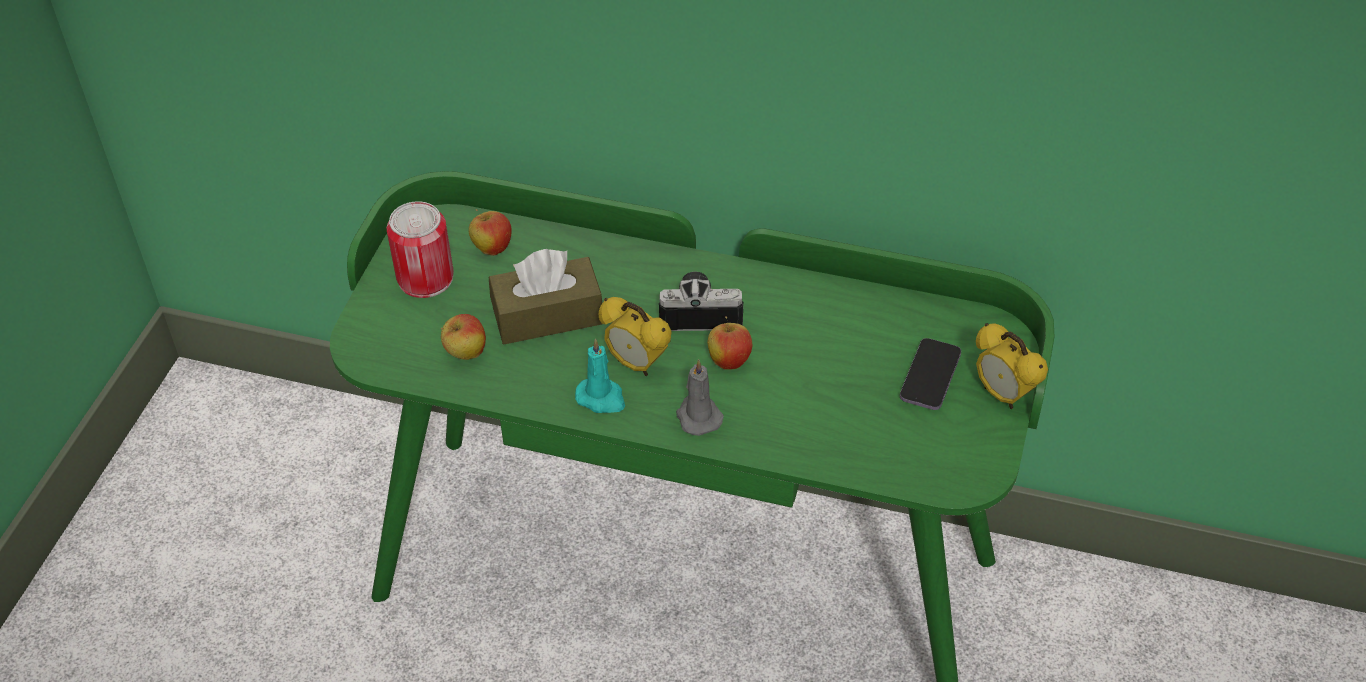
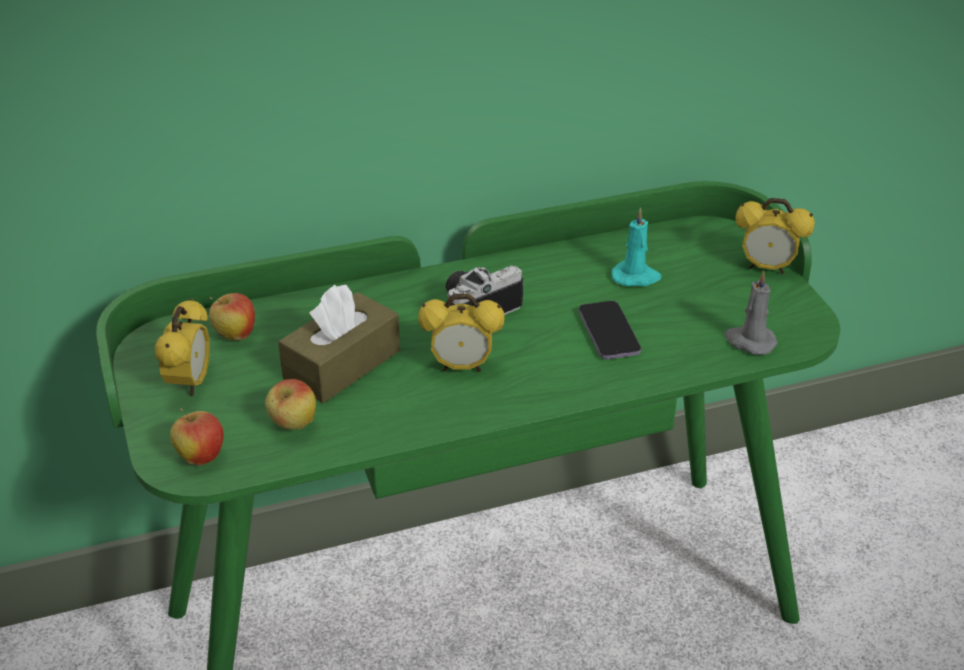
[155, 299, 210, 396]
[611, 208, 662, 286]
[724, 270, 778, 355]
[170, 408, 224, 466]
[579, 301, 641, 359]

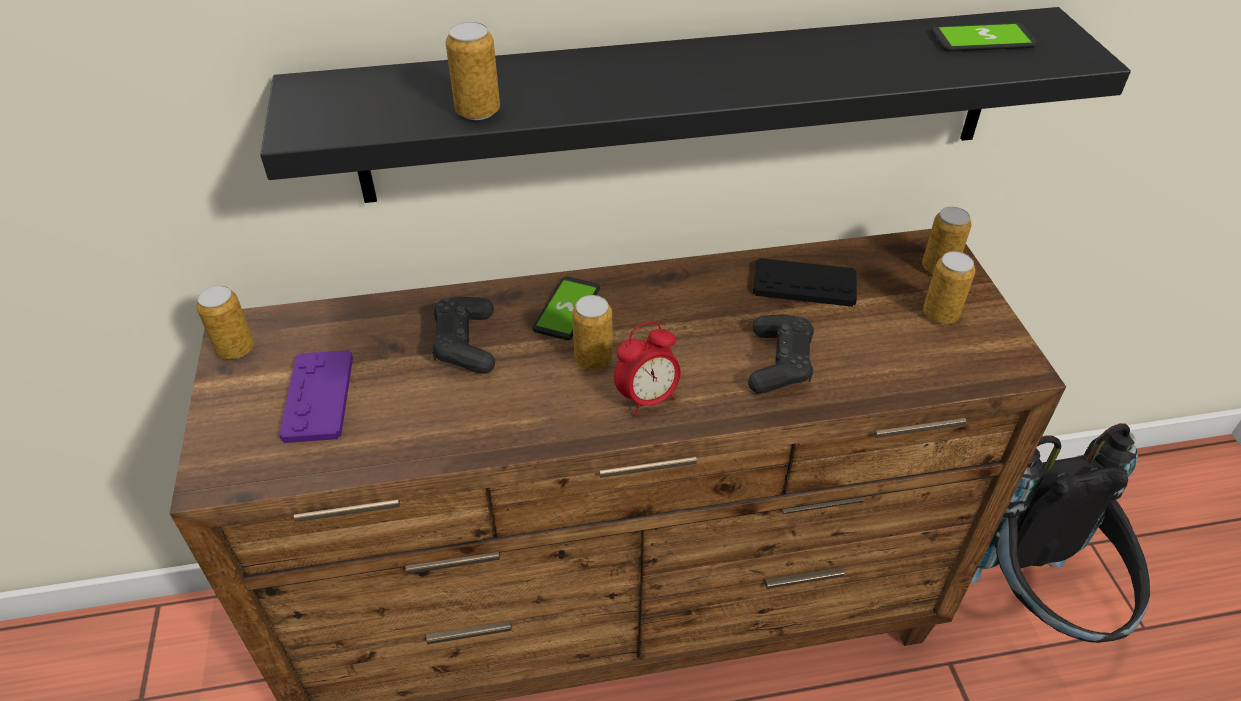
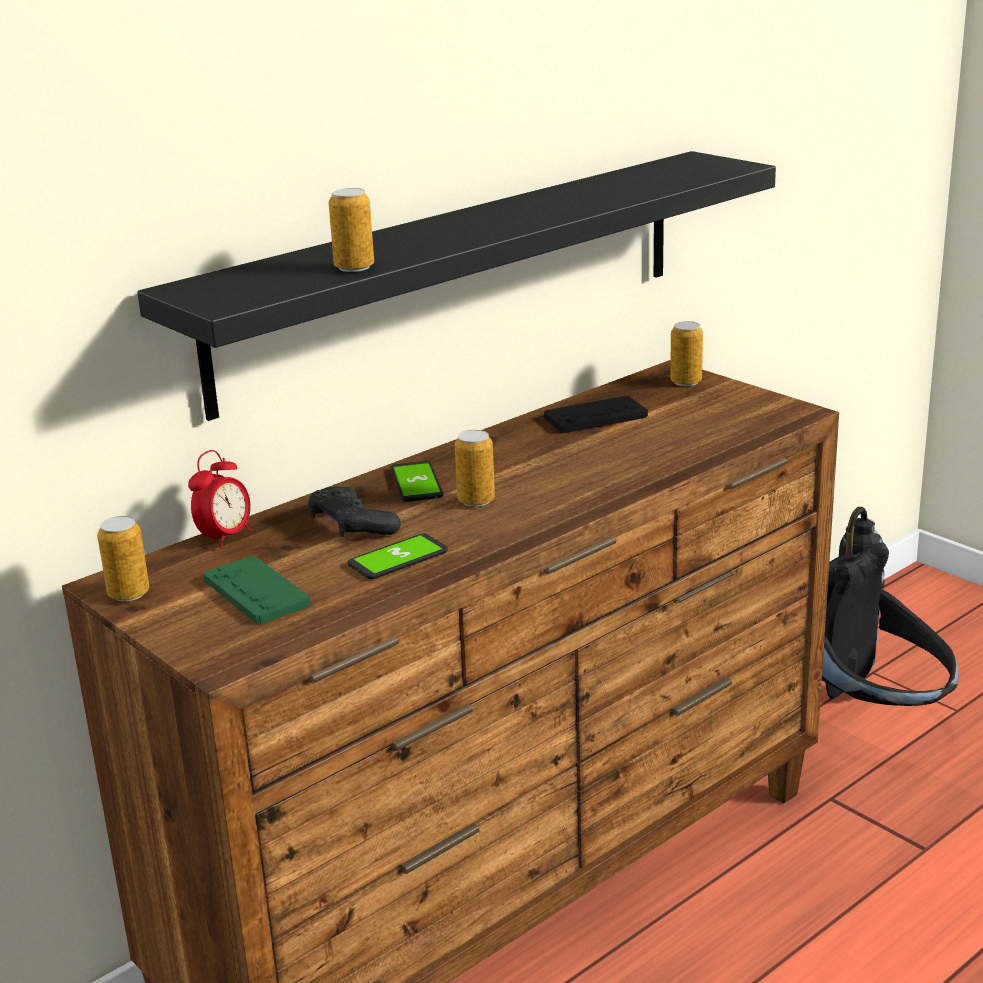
[203, 556, 311, 624]
[188, 450, 251, 549]
[748, 315, 814, 394] (first image)
[923, 251, 975, 324] (first image)
[347, 534, 448, 579]

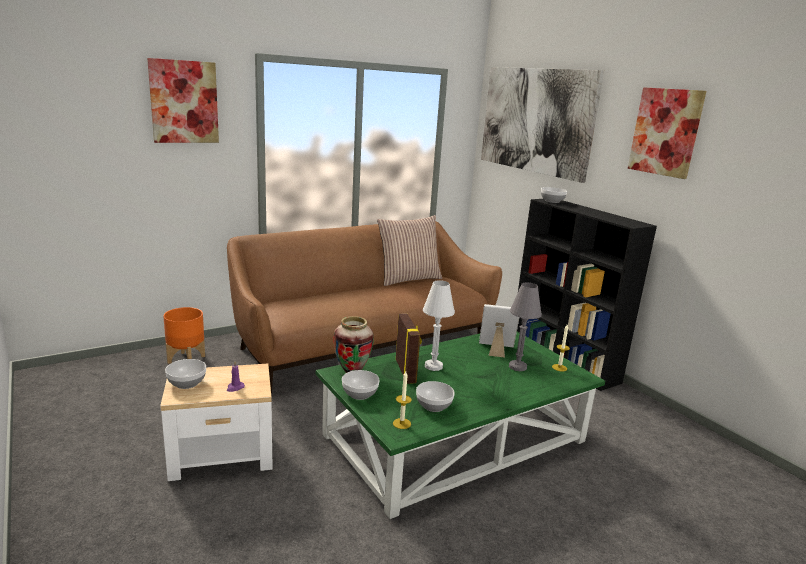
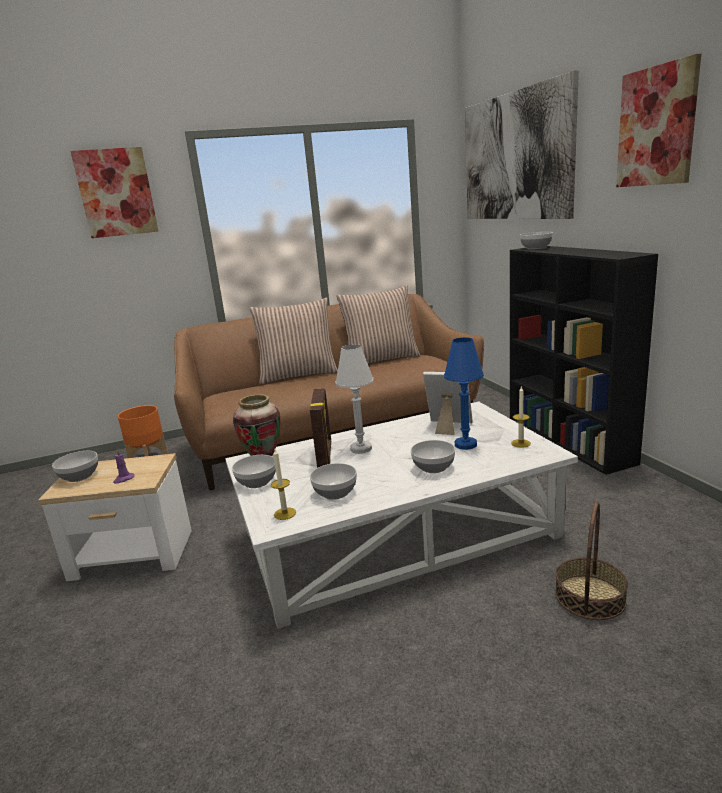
[225, 401, 578, 629]
[444, 337, 484, 450]
[249, 298, 338, 384]
[411, 440, 455, 473]
[555, 502, 628, 620]

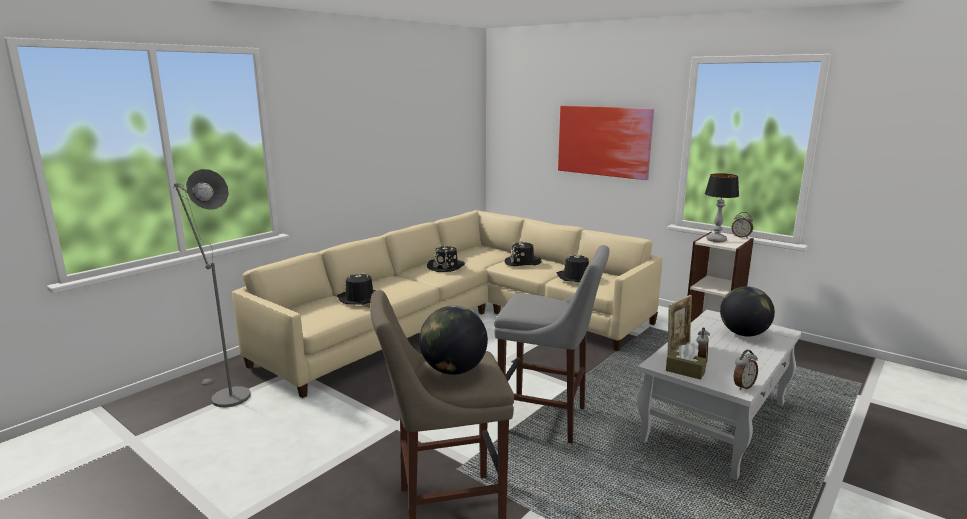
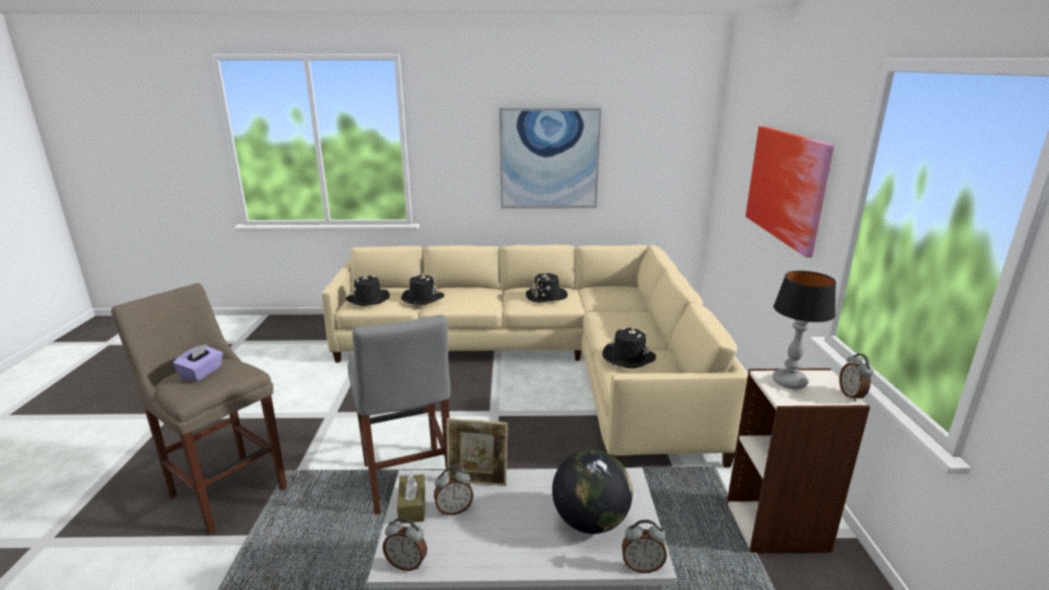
[174, 169, 251, 407] (first image)
[173, 343, 223, 382]
[346, 275, 390, 306]
[499, 108, 601, 208]
[622, 520, 667, 573]

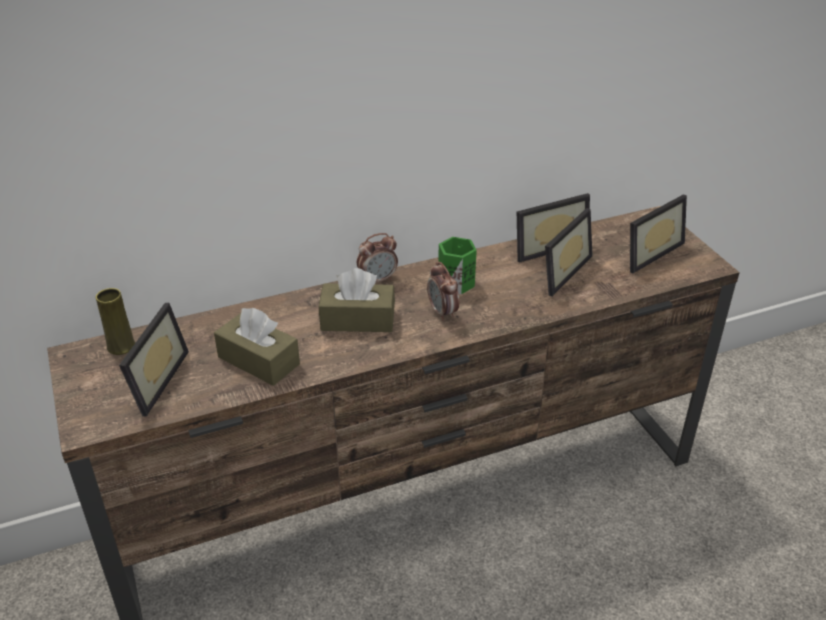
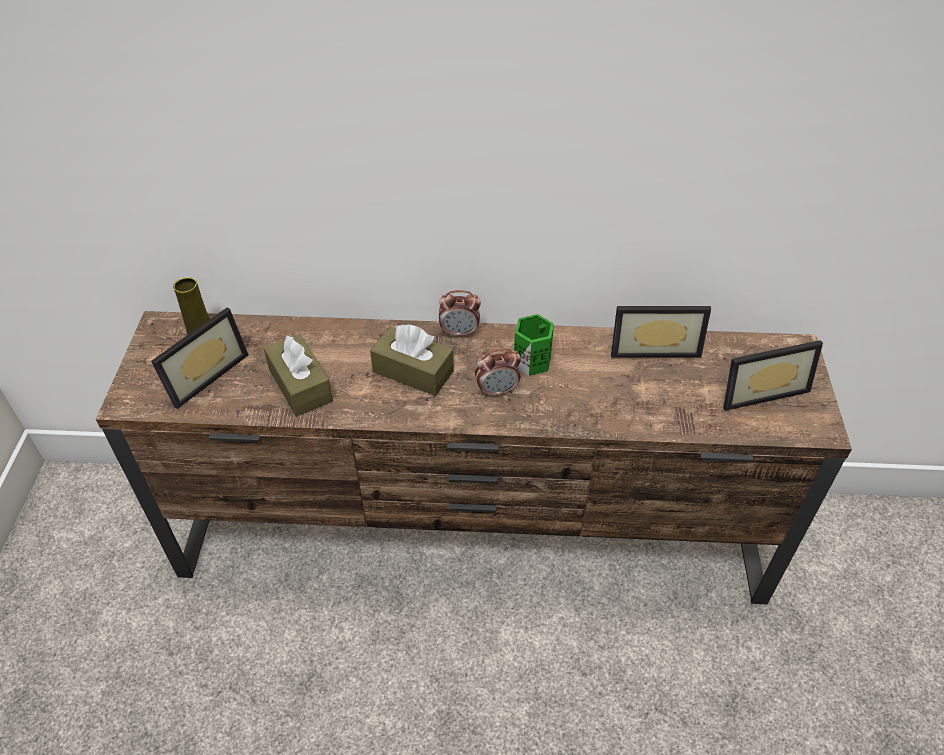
[475, 348, 521, 398]
[545, 208, 593, 296] (first image)

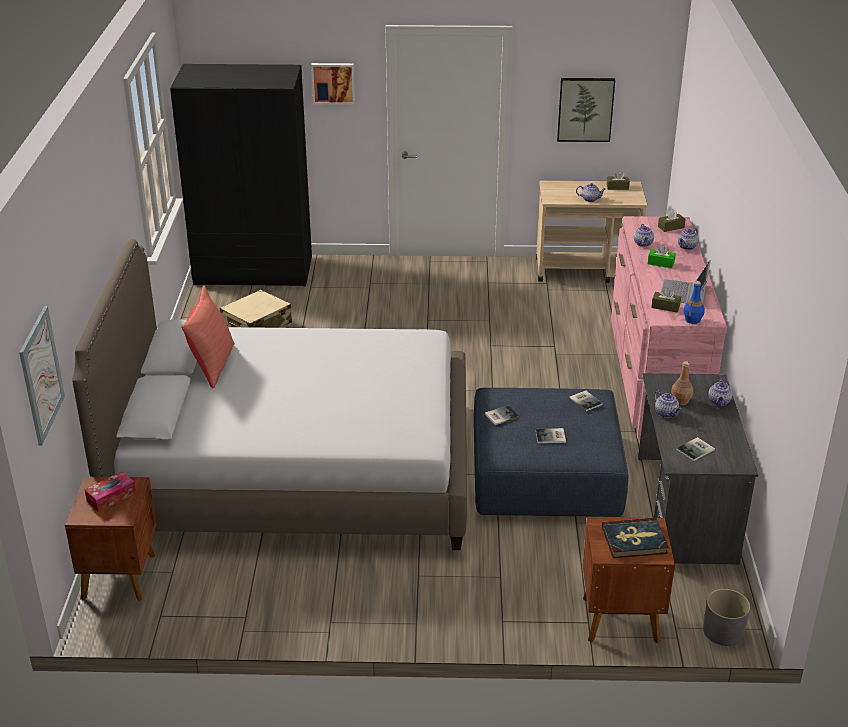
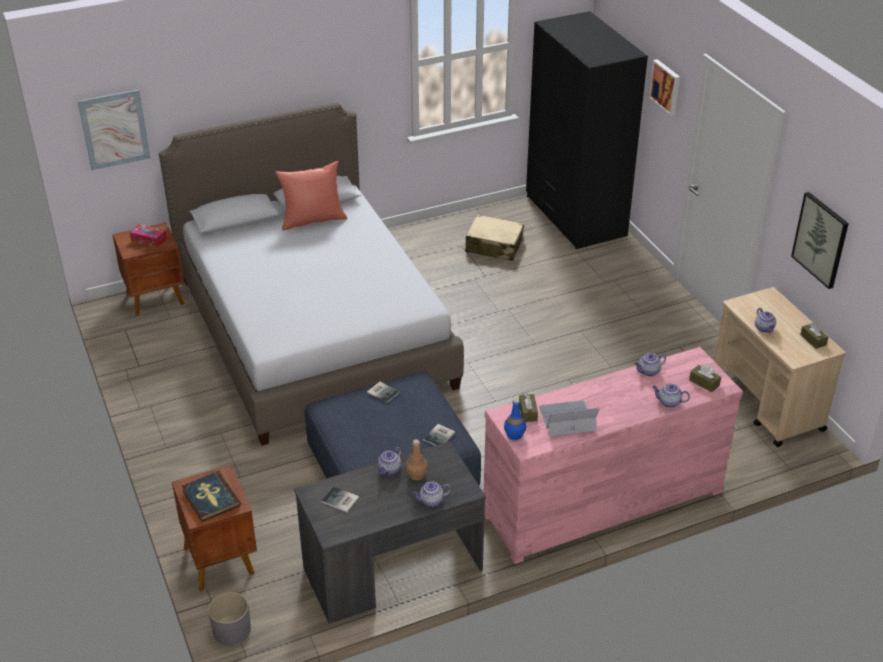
[536, 428, 566, 443] (first image)
[648, 245, 676, 268] (first image)

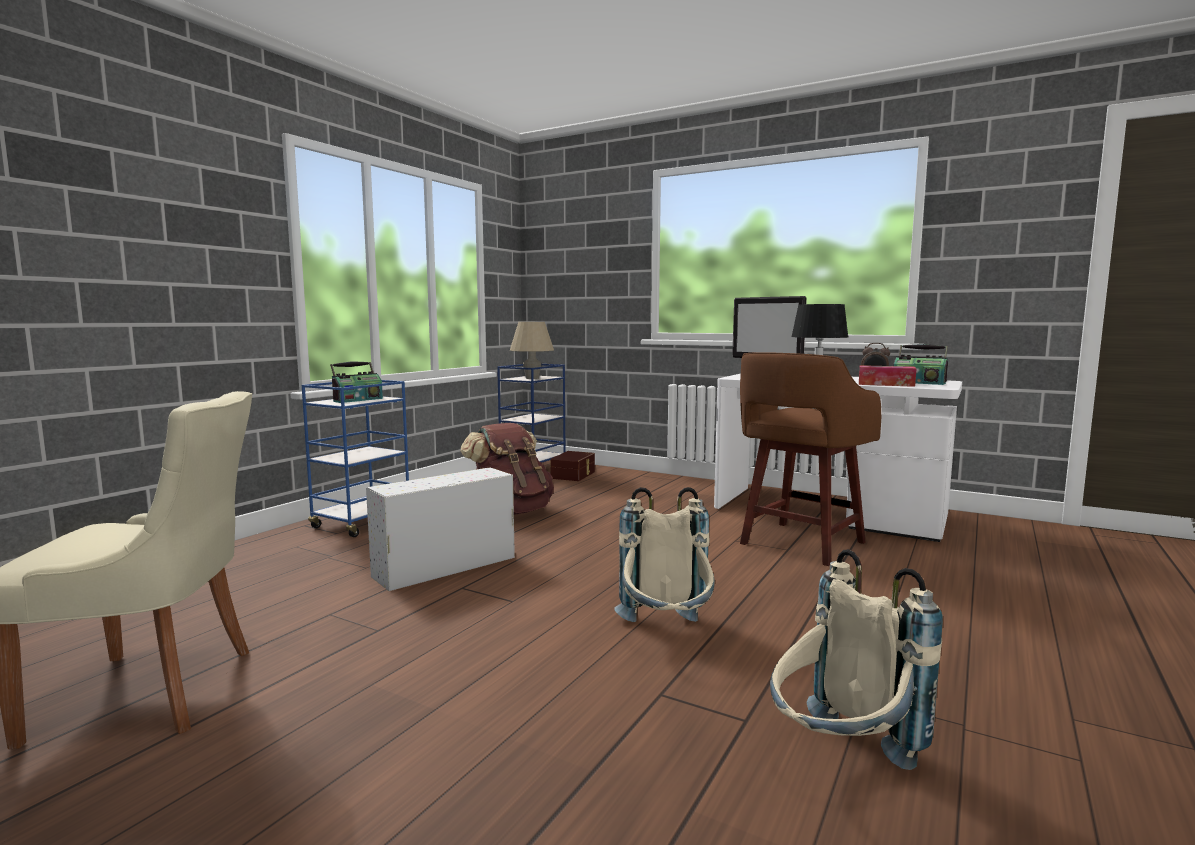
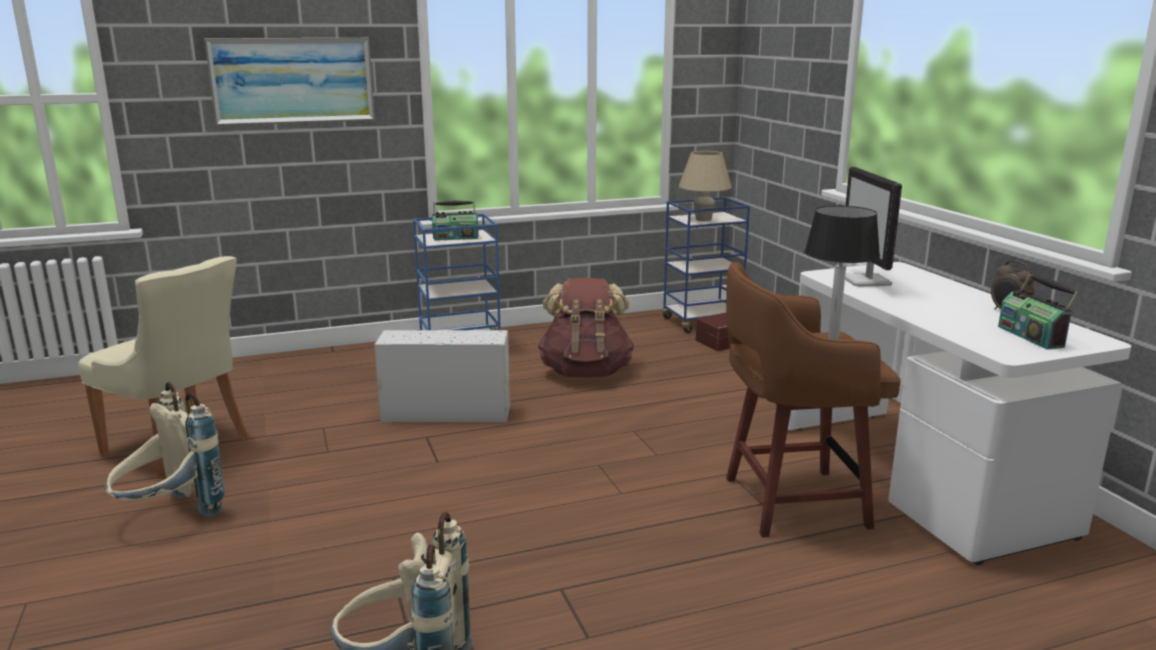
[105, 382, 225, 517]
[859, 365, 917, 387] (first image)
[204, 38, 375, 126]

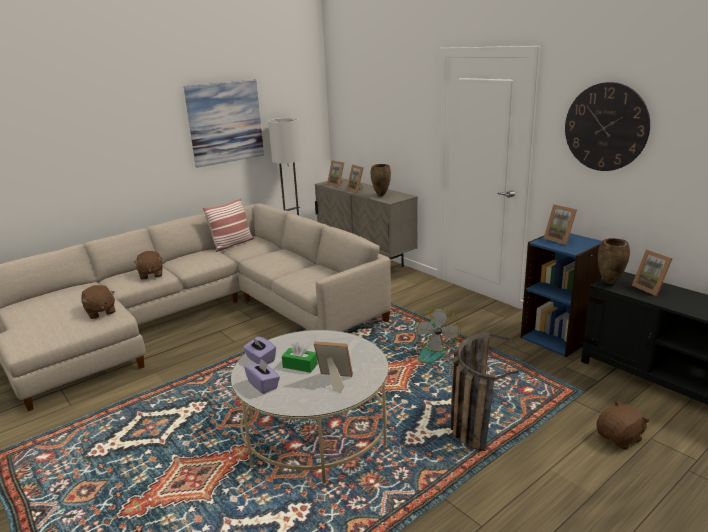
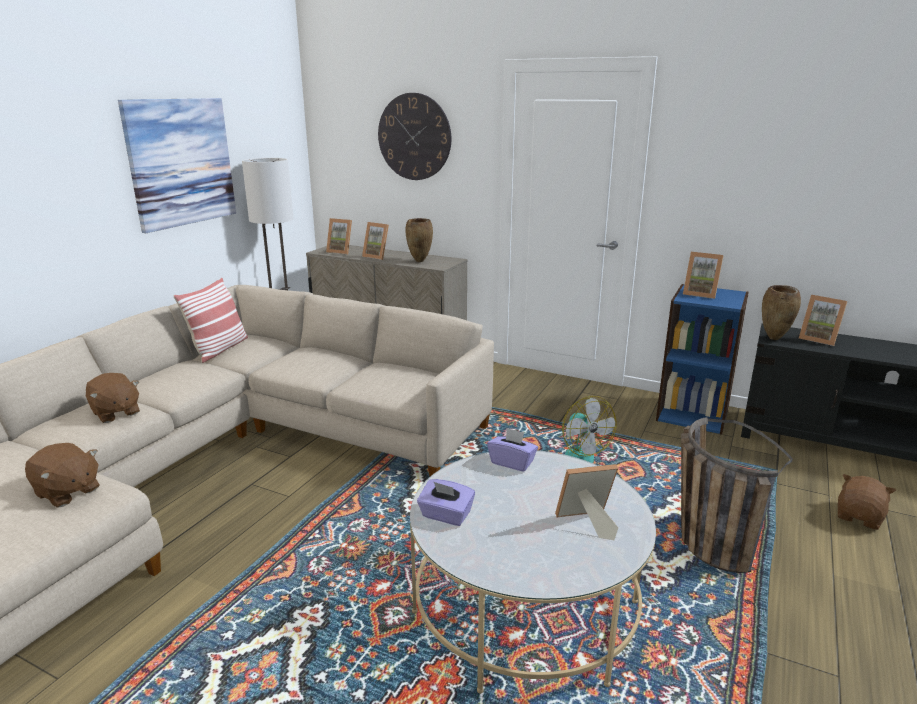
[487, 428, 538, 472]
[282, 342, 318, 373] (first image)
[378, 93, 451, 180]

